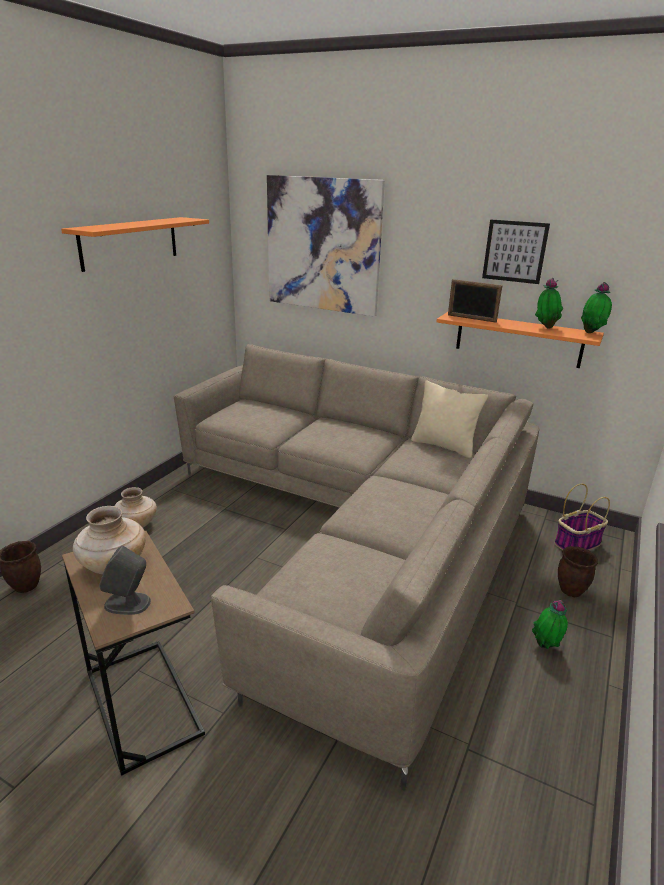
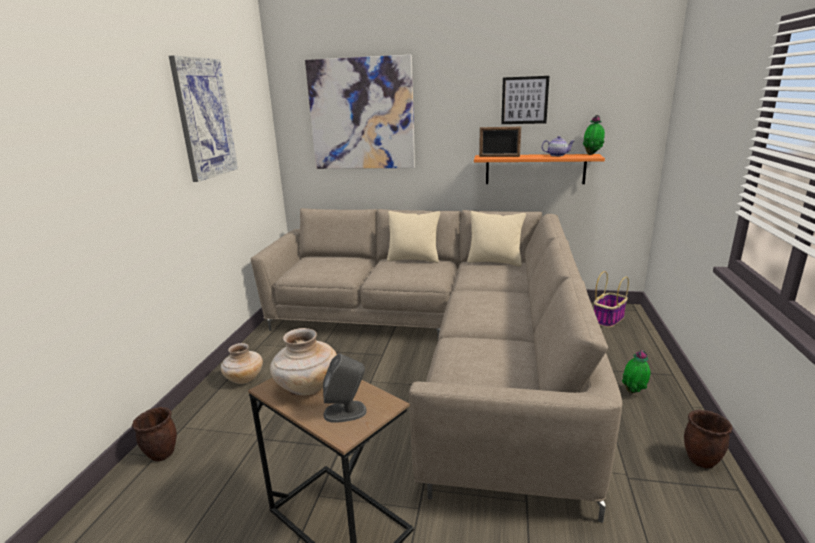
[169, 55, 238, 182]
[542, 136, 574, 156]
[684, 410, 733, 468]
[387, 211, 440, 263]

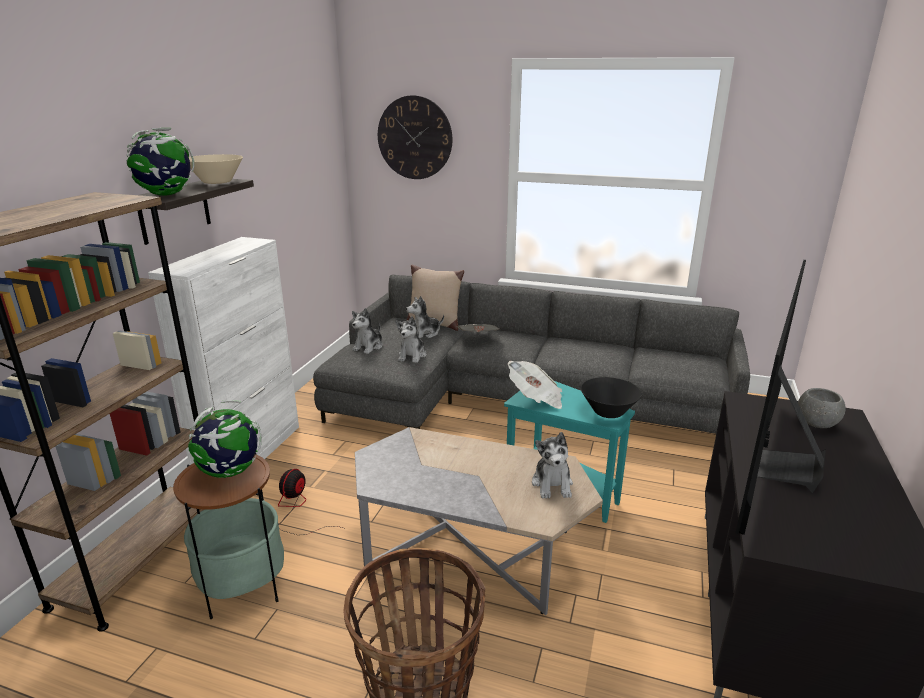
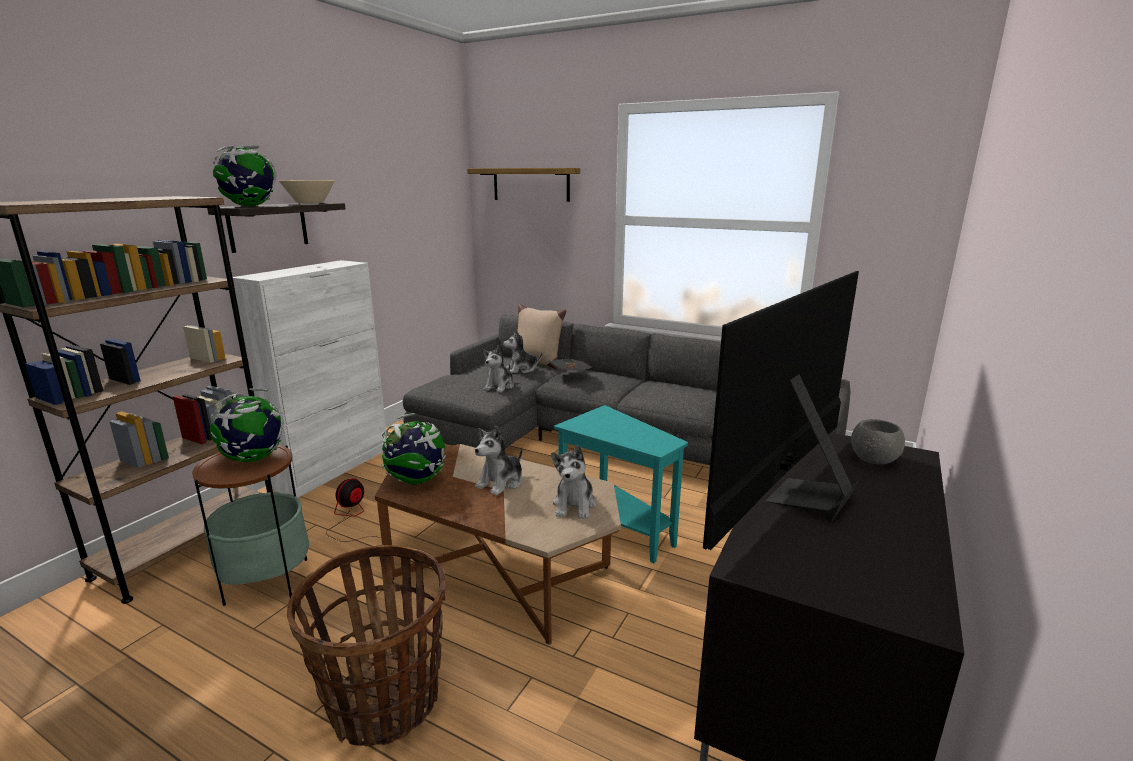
[475, 426, 523, 496]
[375, 444, 621, 645]
[467, 168, 580, 202]
[508, 361, 562, 409] (first image)
[581, 377, 642, 418] (first image)
[382, 413, 446, 485]

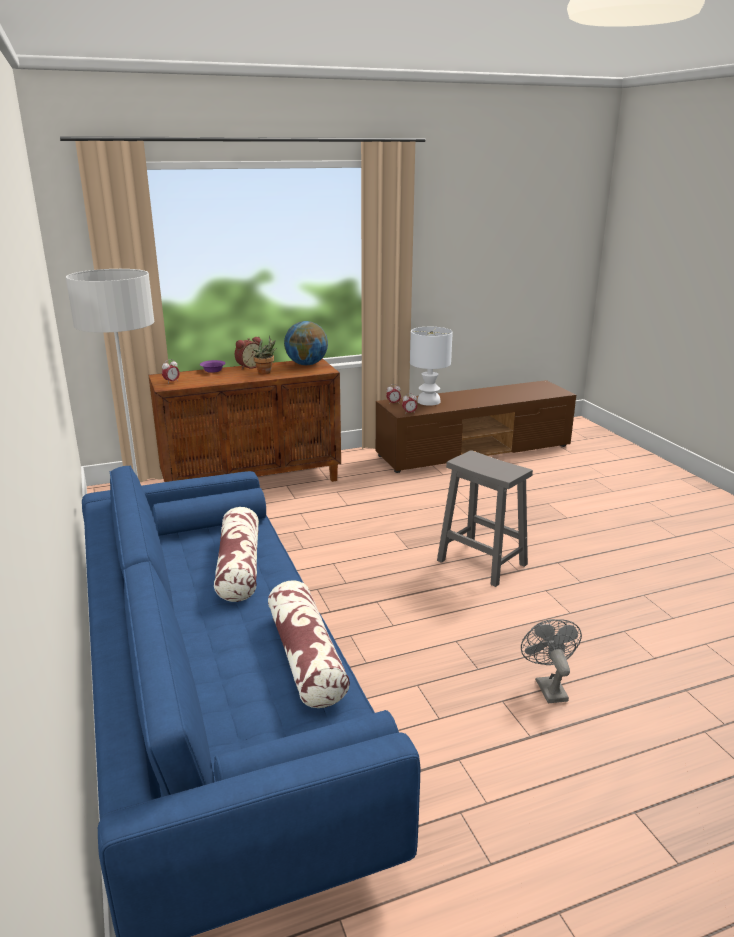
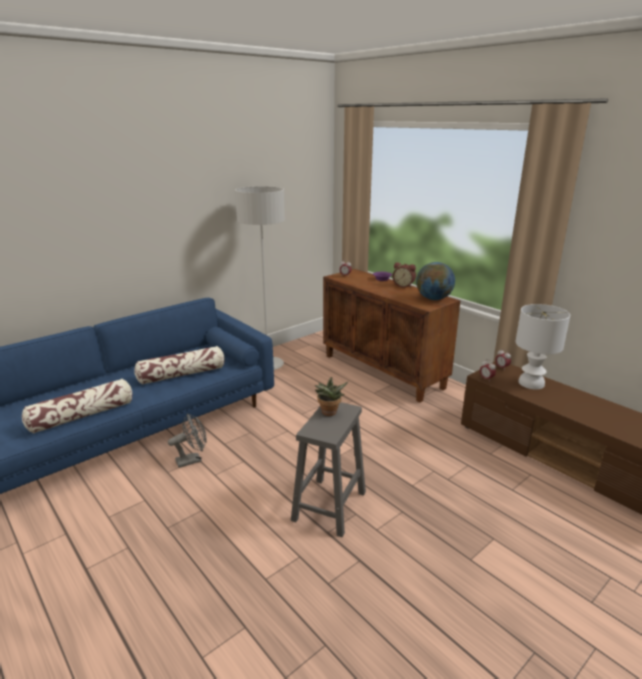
[314, 377, 348, 416]
[168, 413, 206, 468]

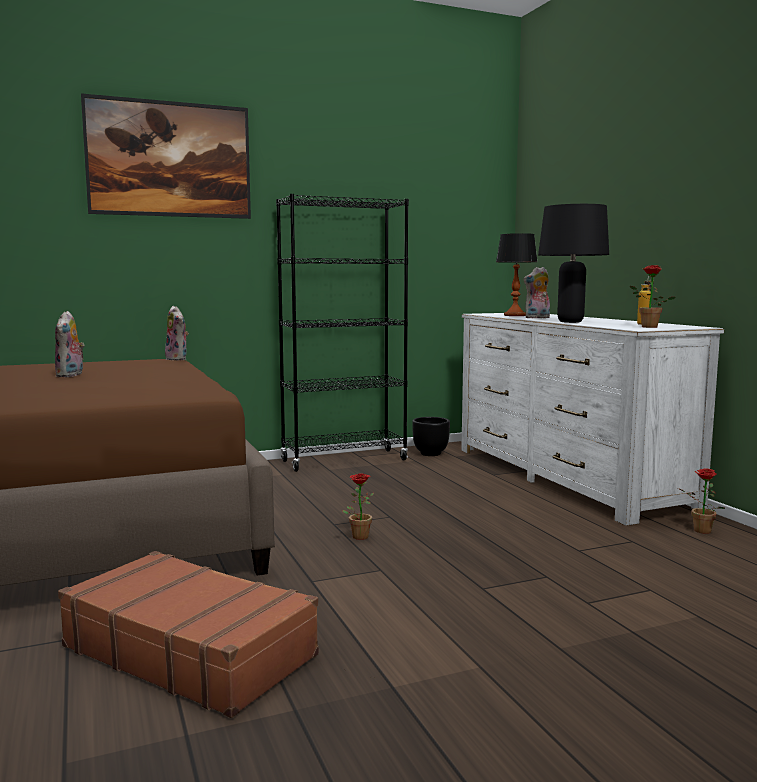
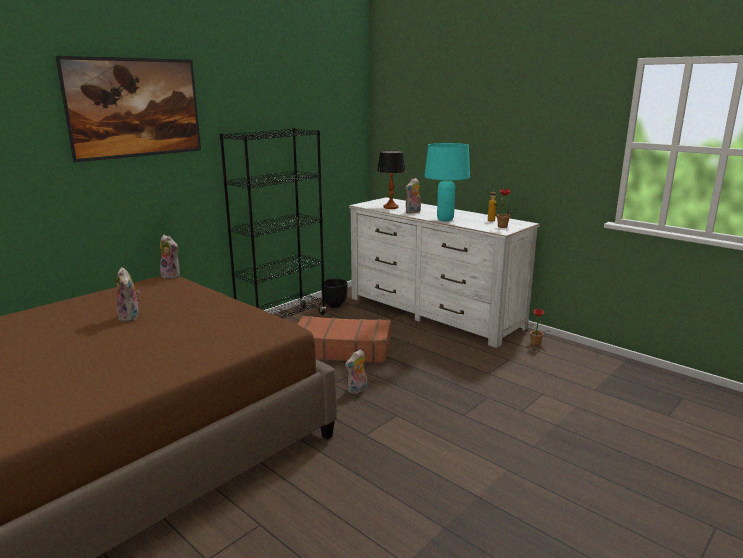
[298, 316, 391, 363]
[345, 350, 367, 394]
[424, 143, 470, 221]

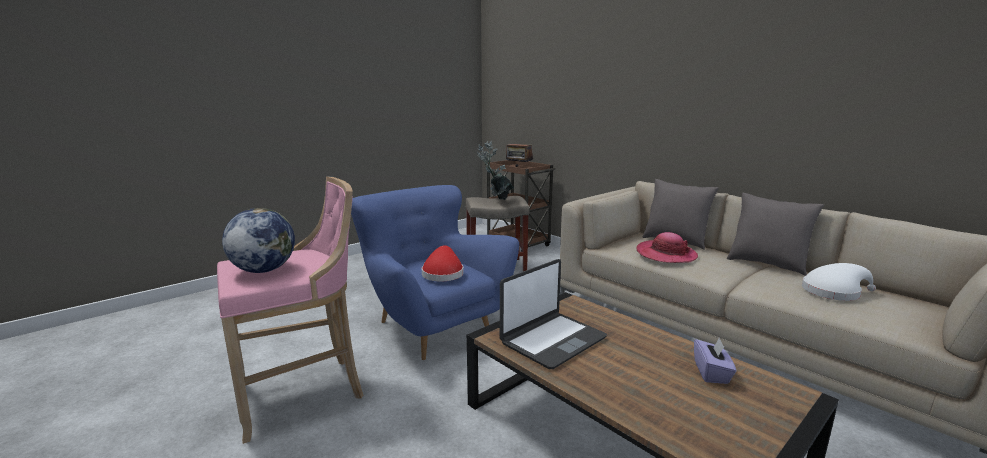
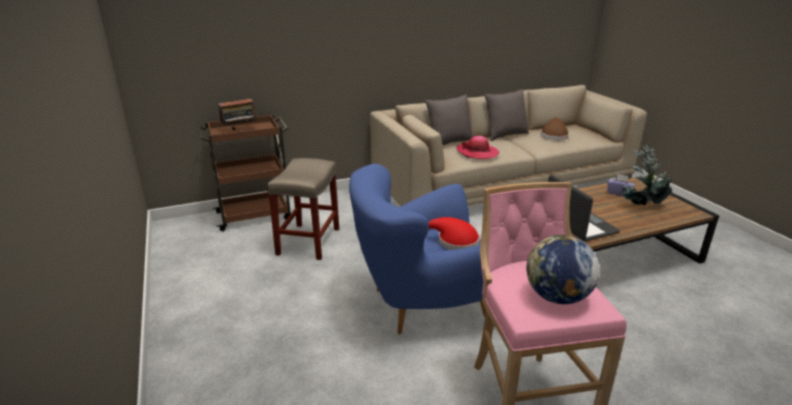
[618, 144, 673, 205]
[540, 118, 569, 140]

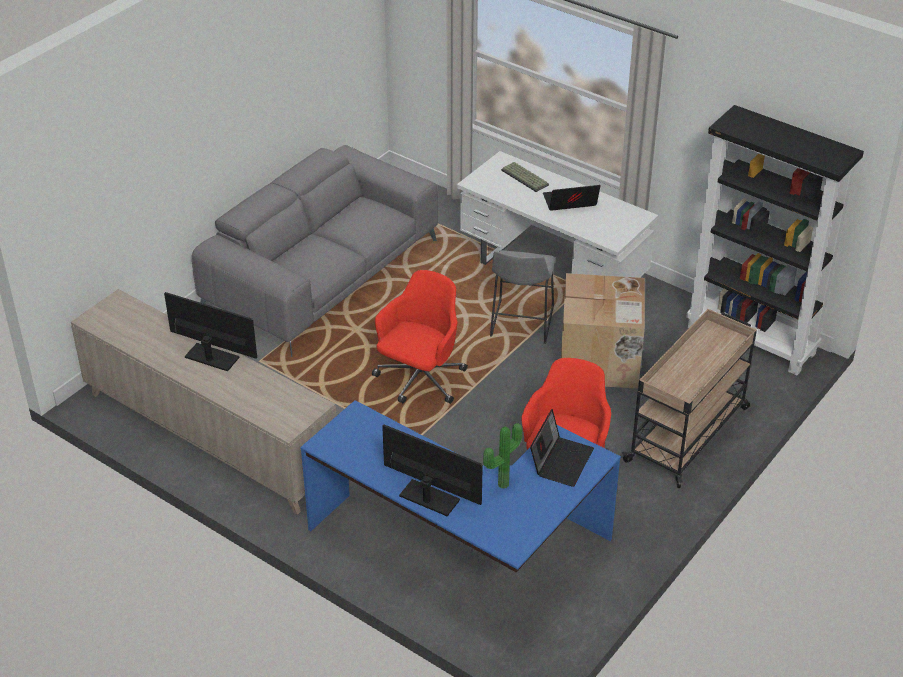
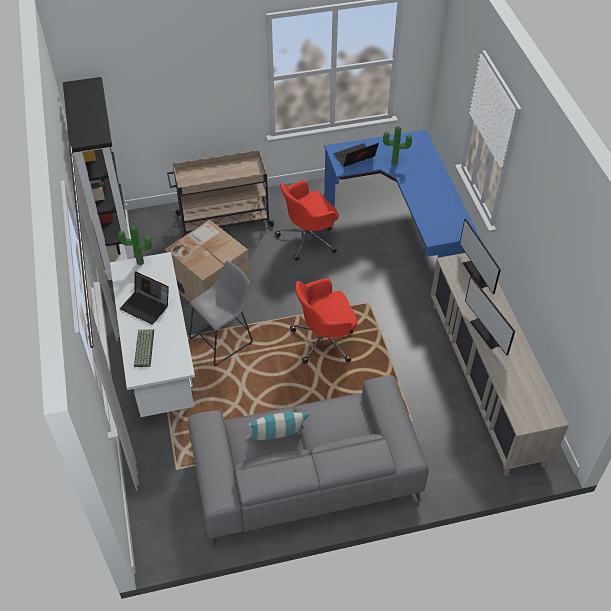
[460, 218, 501, 294]
[118, 226, 152, 265]
[246, 412, 310, 440]

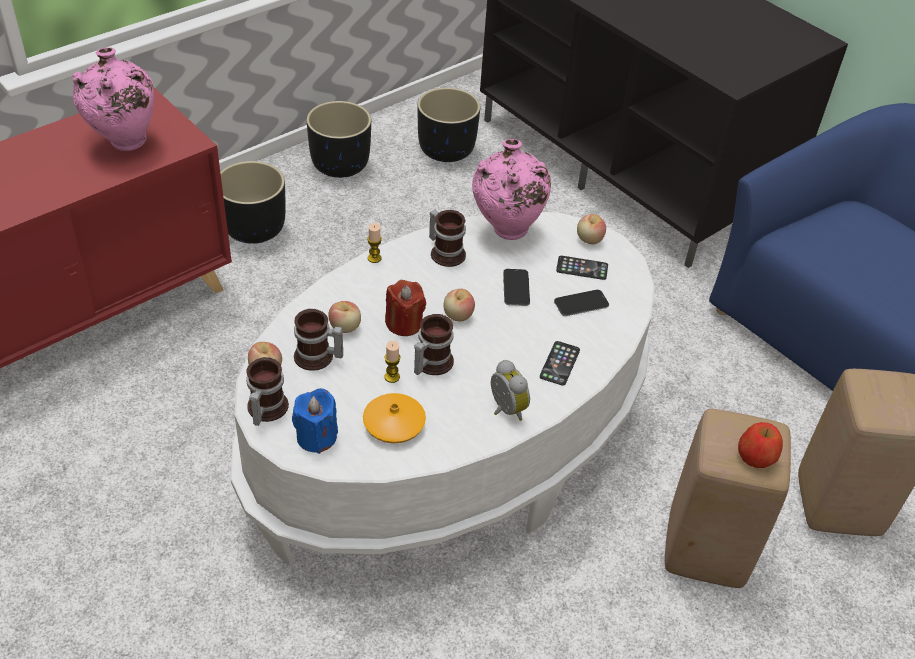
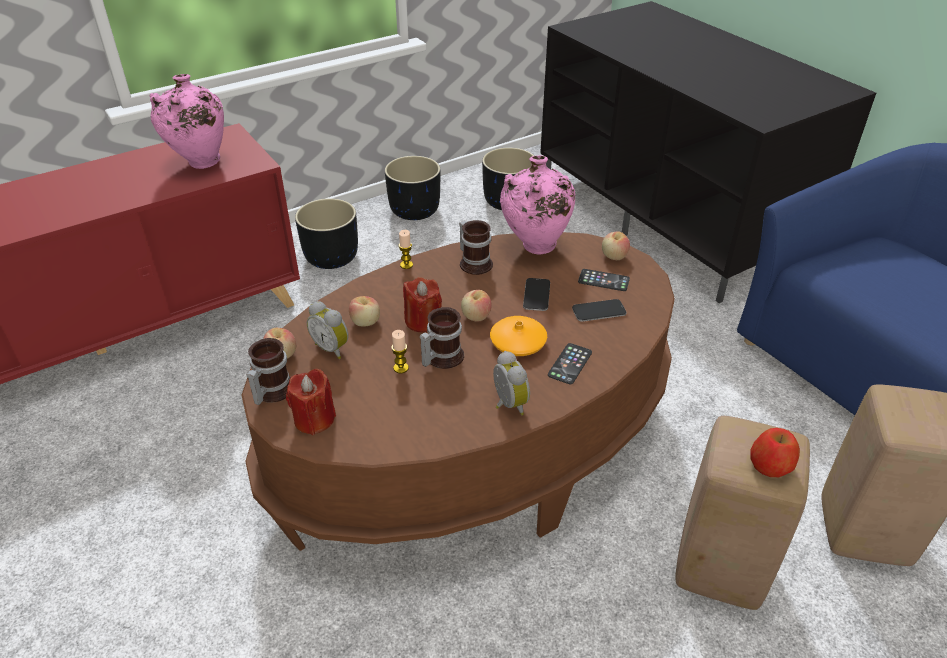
[241, 232, 675, 551]
[286, 369, 336, 435]
[307, 301, 349, 359]
[490, 316, 547, 356]

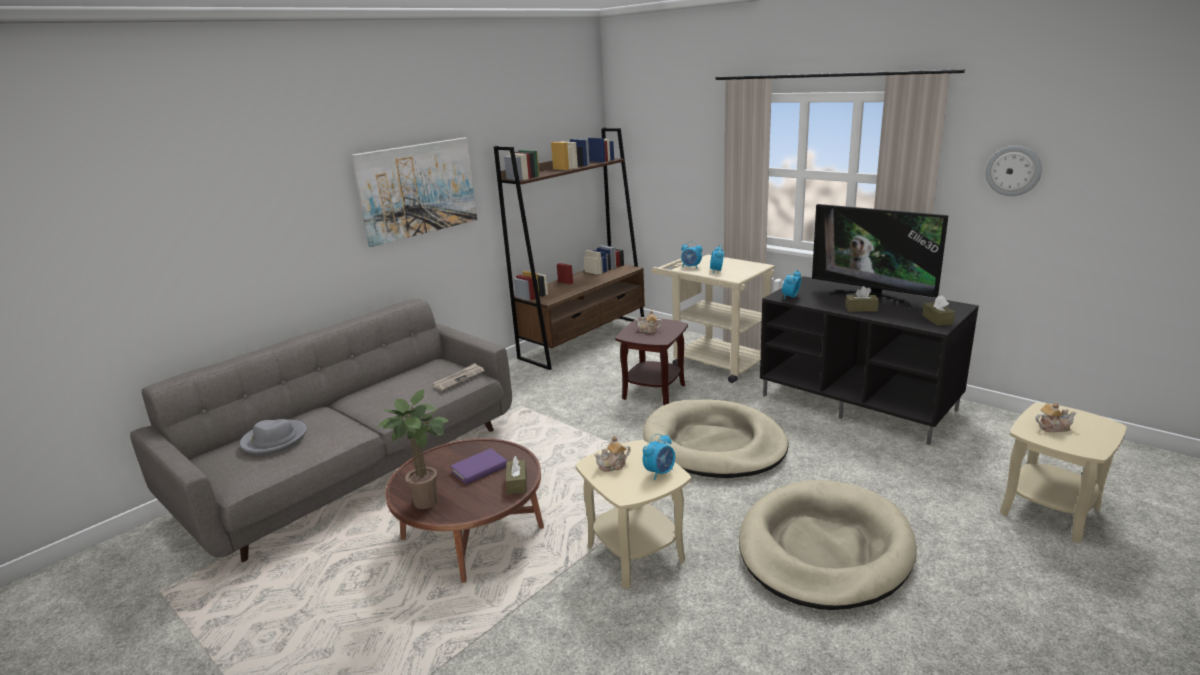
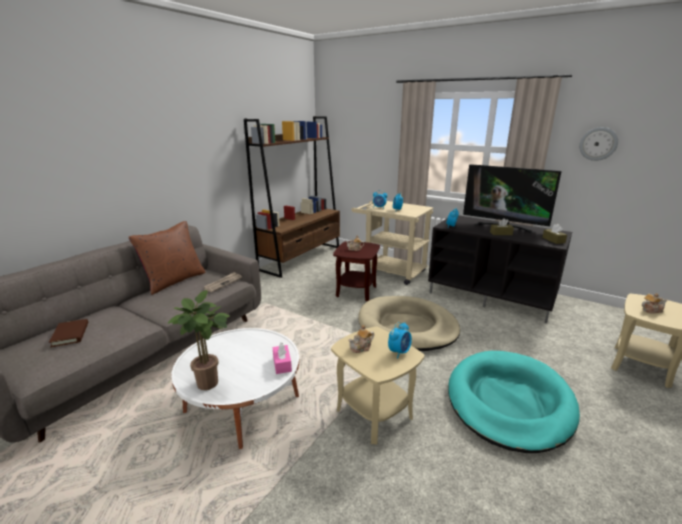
[49, 319, 88, 348]
[351, 138, 477, 247] (first image)
[171, 328, 299, 449]
[450, 448, 507, 485] (first image)
[273, 343, 292, 374]
[448, 351, 580, 453]
[129, 221, 206, 295]

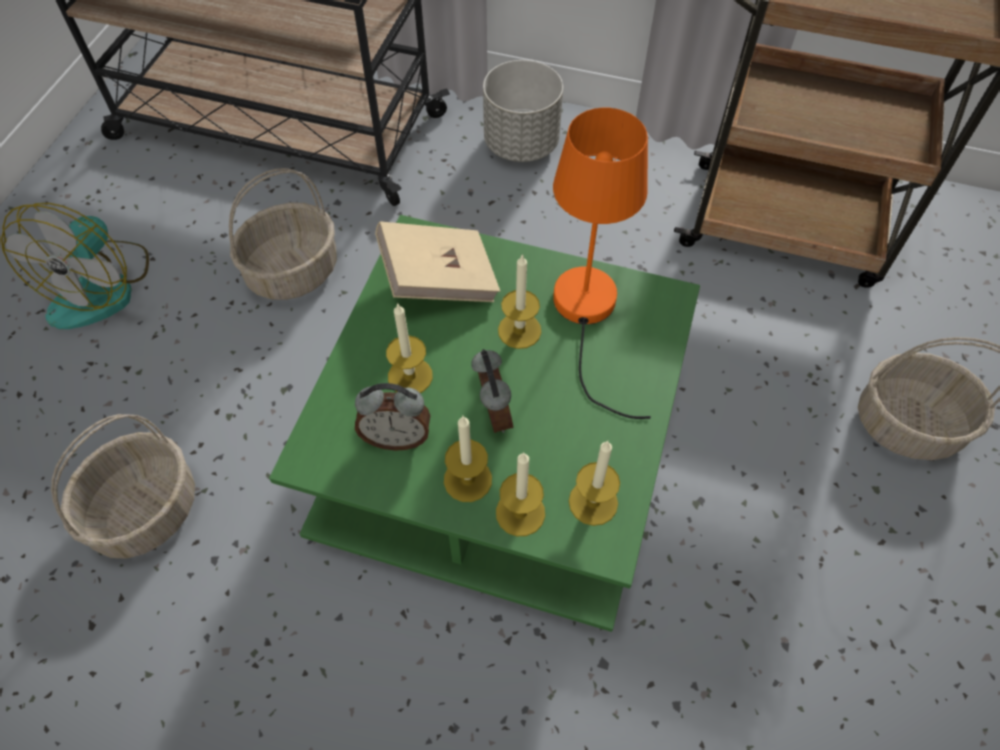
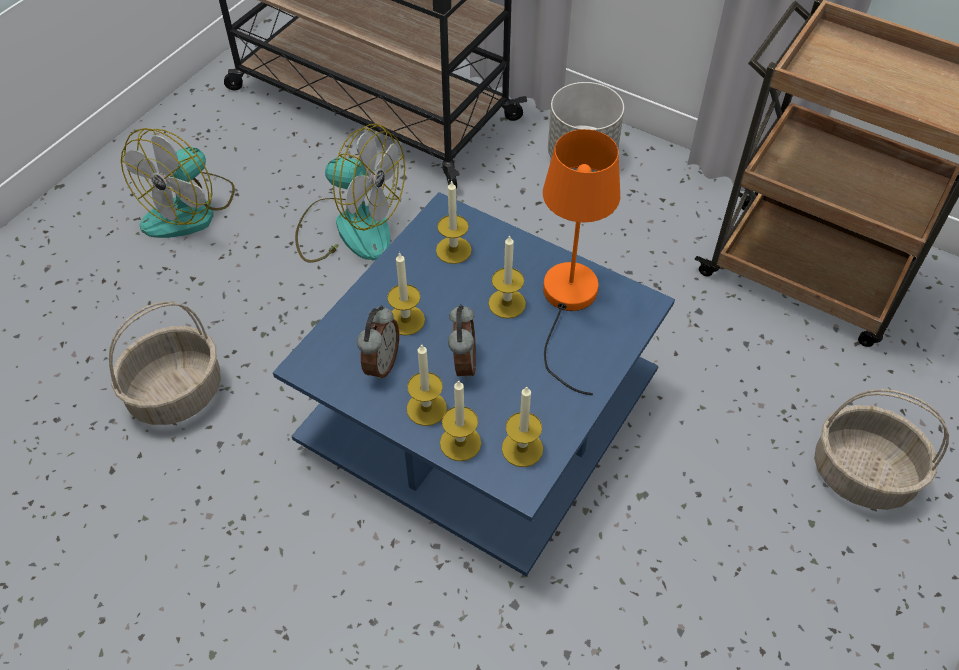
[295, 124, 405, 263]
[273, 192, 675, 576]
[357, 305, 399, 381]
[436, 180, 472, 264]

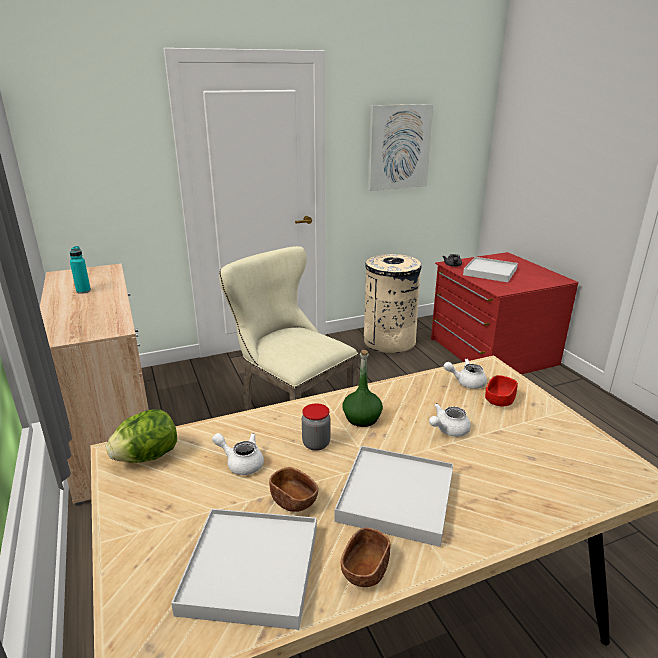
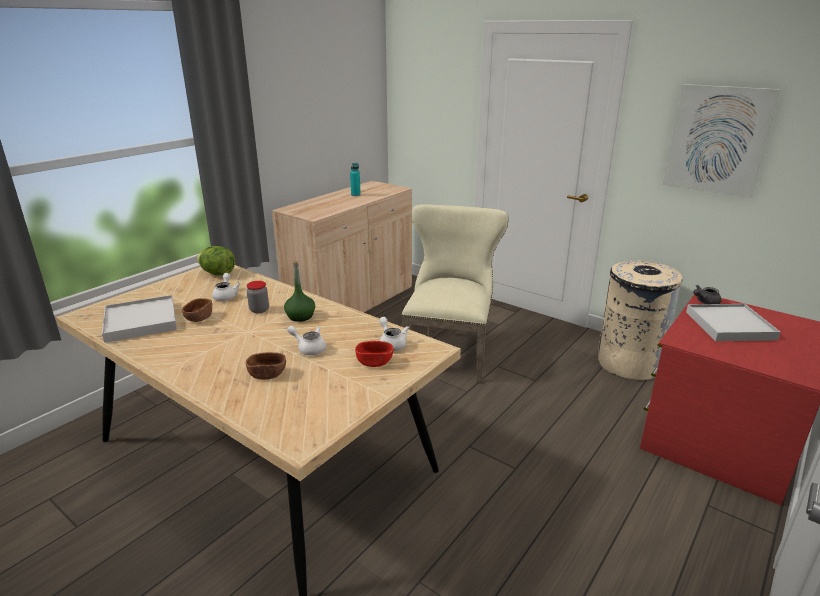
[335, 446, 453, 547] (first image)
[246, 352, 286, 380]

